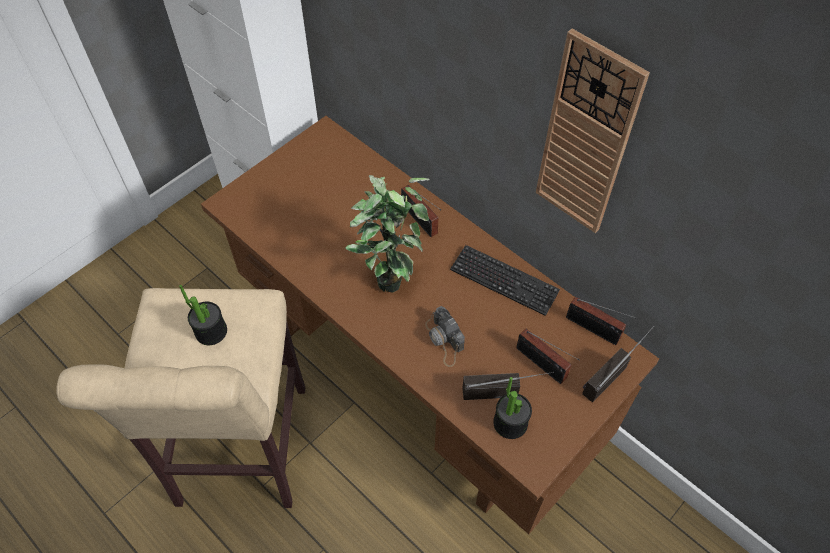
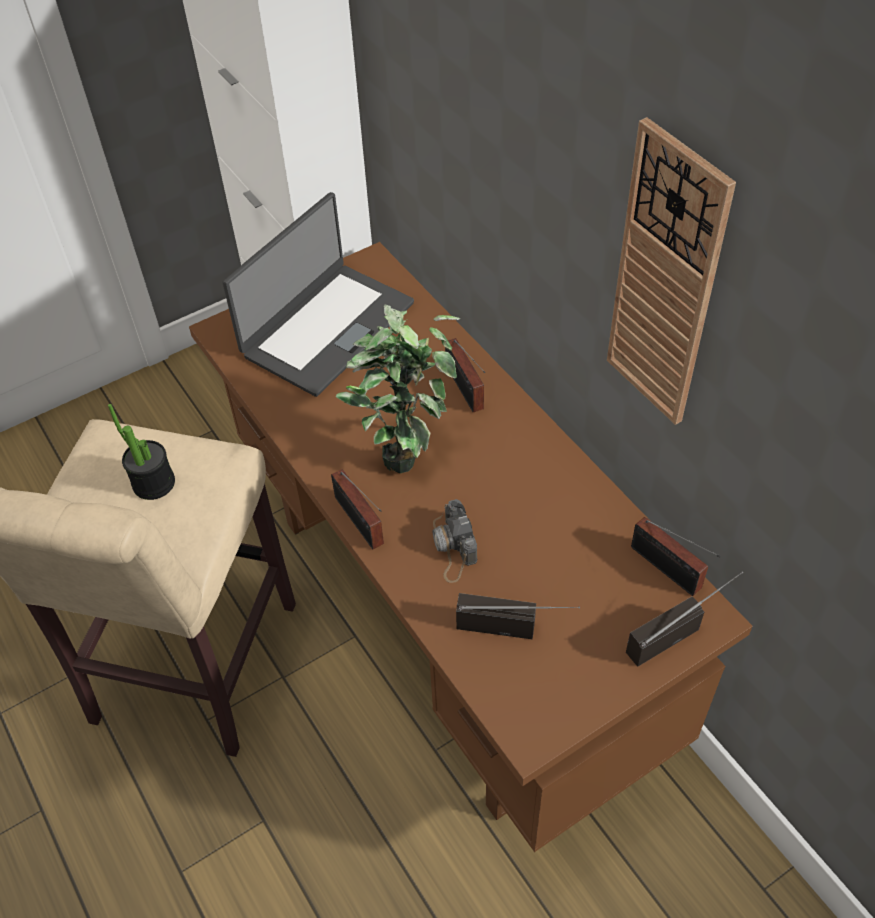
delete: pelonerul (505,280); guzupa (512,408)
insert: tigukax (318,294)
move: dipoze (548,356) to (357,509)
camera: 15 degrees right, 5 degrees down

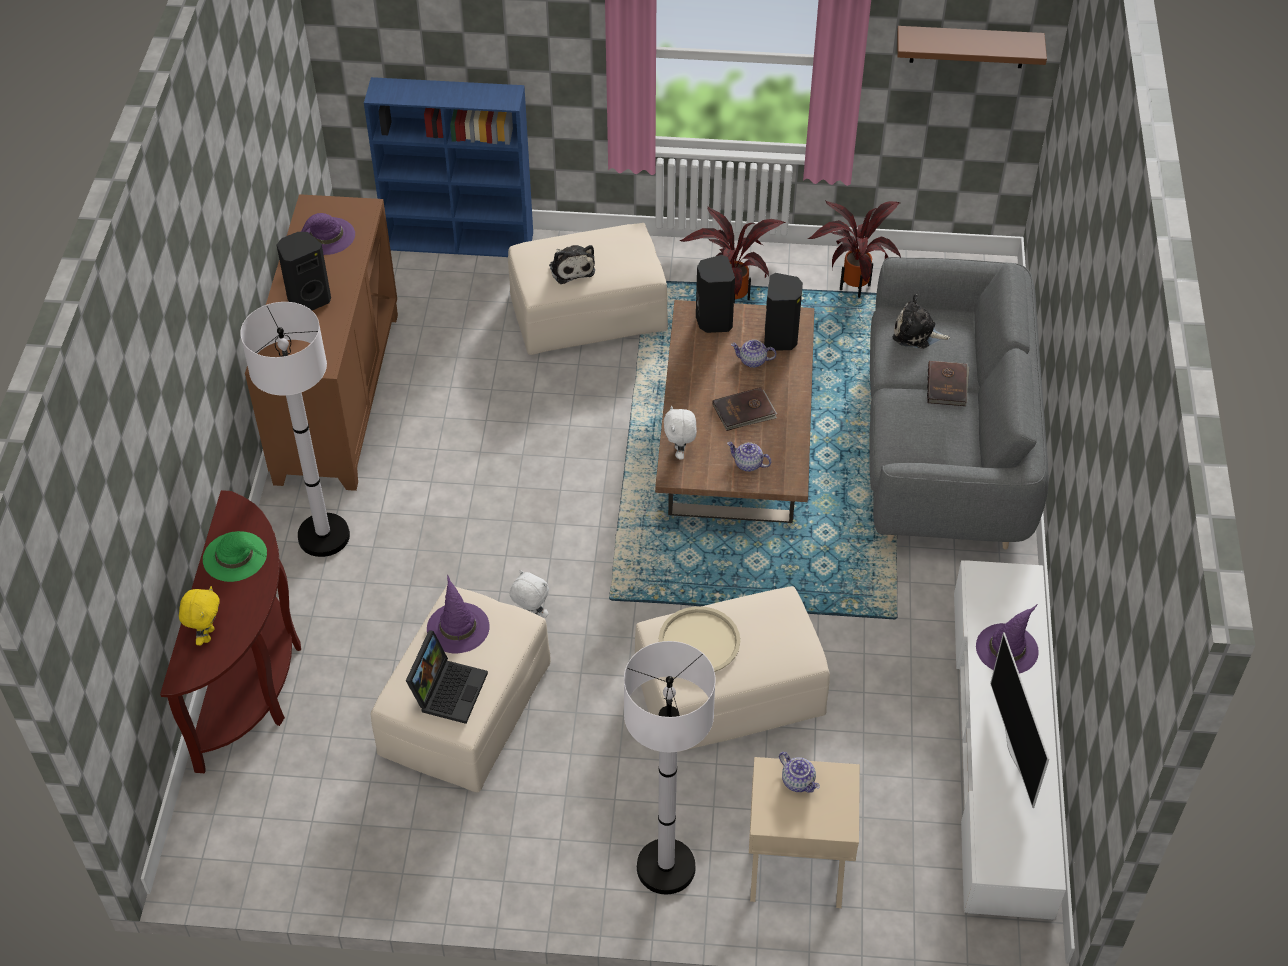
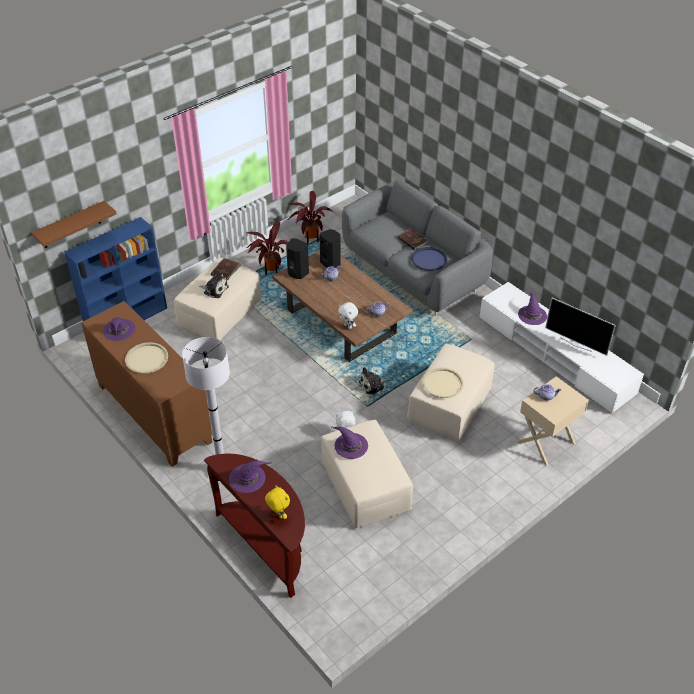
delete: tigukax (447,677); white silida (669,767)
insert: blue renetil (429,259)
move: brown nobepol (745,409) to (226,269); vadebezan (921,321) to (373,381); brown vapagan (972,47) to (74,224)
replace: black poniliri (304,271) to beige renetil (146,358)
recolor: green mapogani (235,556) to purple mapogani (250,477)
camera: 45 degrees left, 5 degrees down

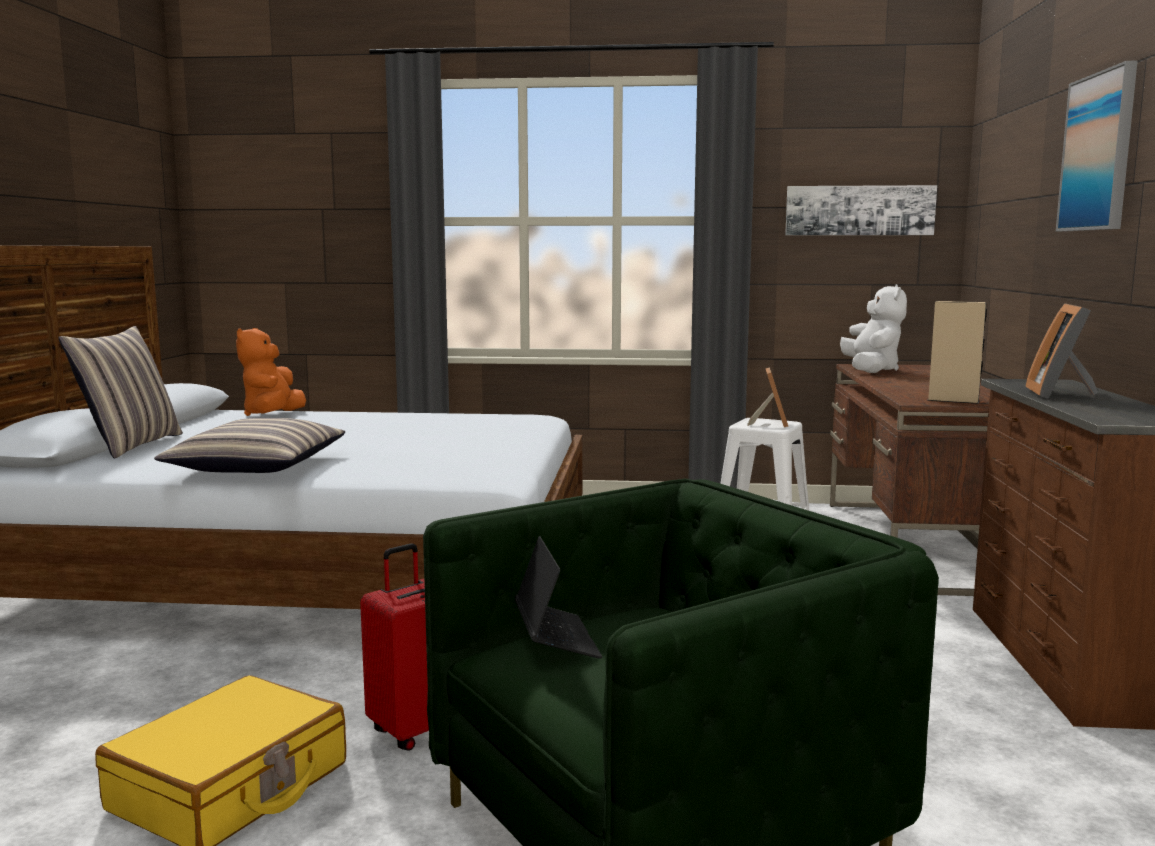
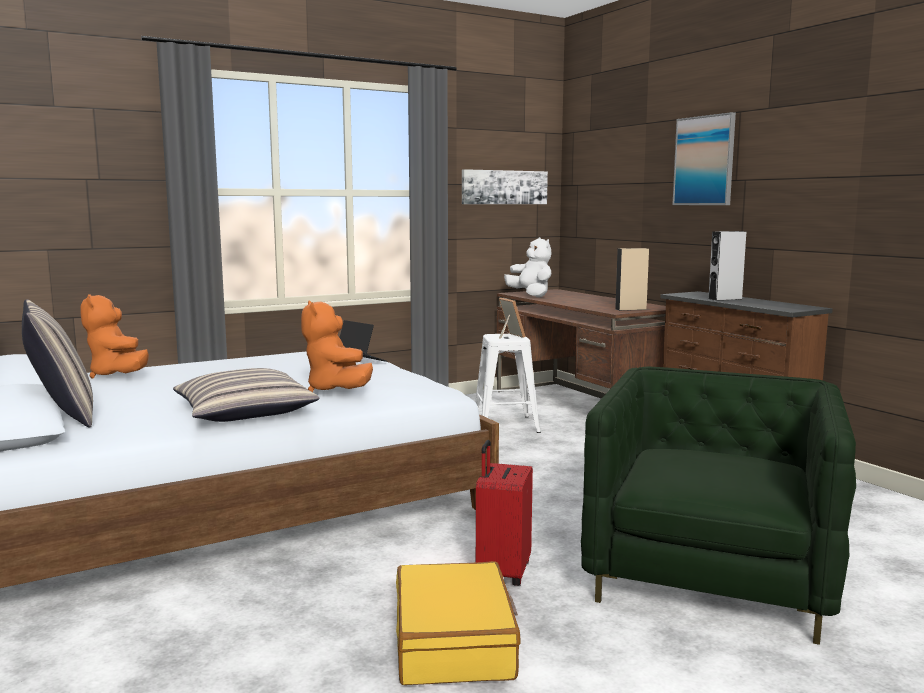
insert: orange vadebezan (337,346)
move: tigukax (558,597) to (363,341)
replace: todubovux (1061,351) to grey poniliri (727,266)
camera: 35 degrees left, 0 degrees up

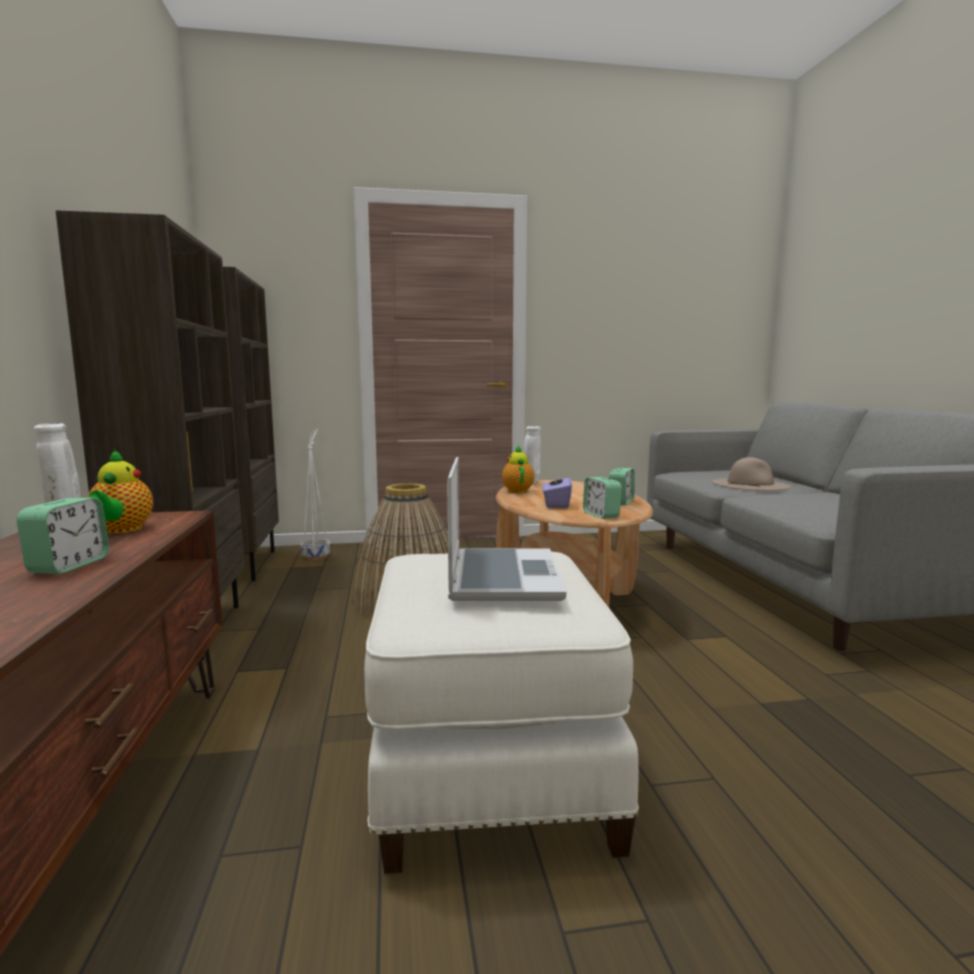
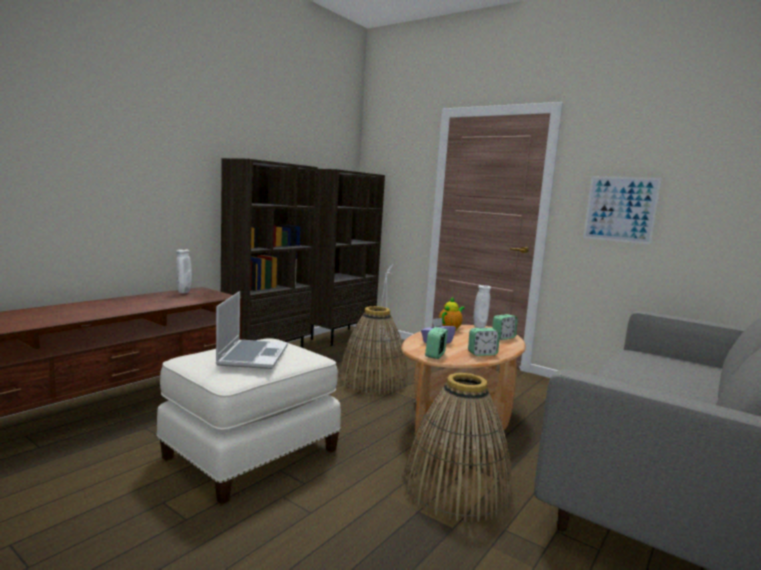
delete: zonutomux (120,491); beige mapogani (751,474)
insert: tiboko (457,448); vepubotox (622,210)
move: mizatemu (63,536) to (505,327)
rotate: tigukax (506,529) = (252,330) 45 degrees counterclockwise
camera: 45 degrees right, 0 degrees up

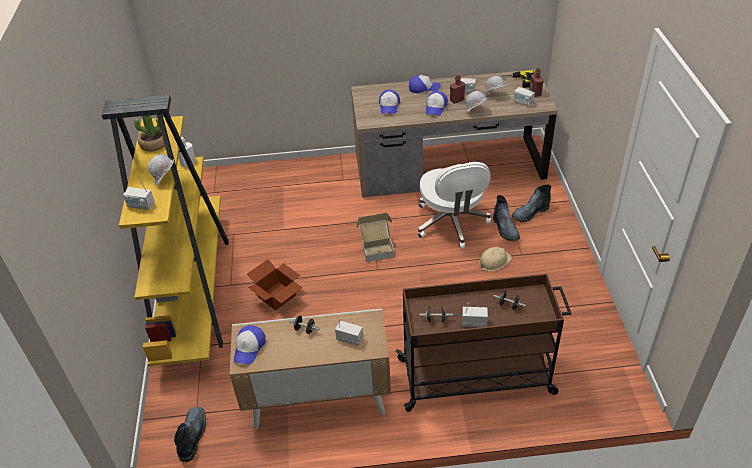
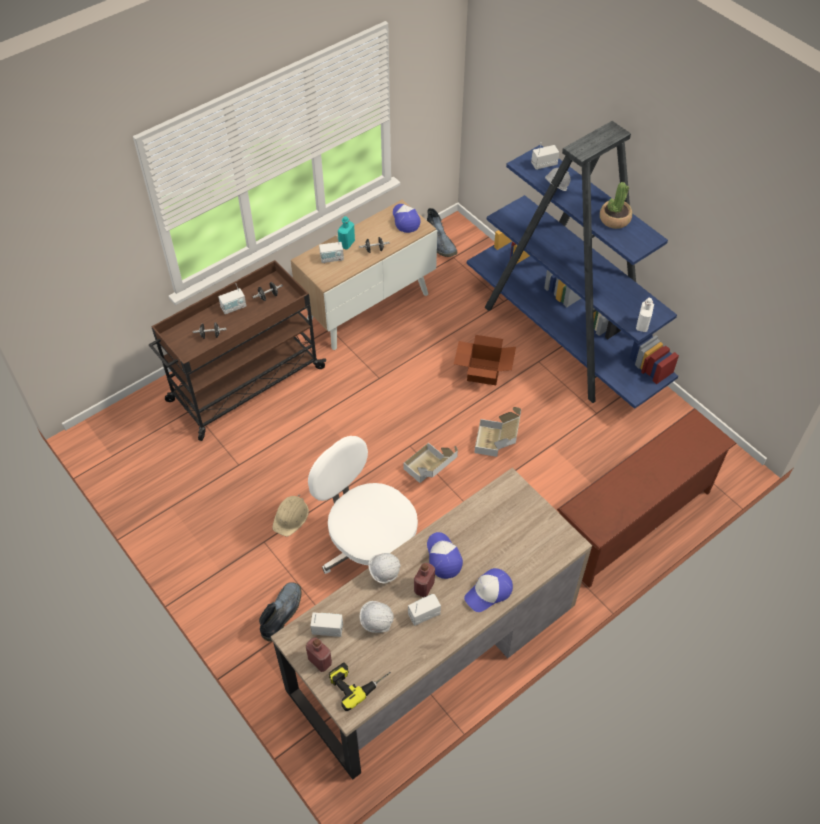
delete: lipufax (389,102); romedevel (506,218)
insert: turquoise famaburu (346,232); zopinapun (497,432); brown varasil (647,498)
recolor: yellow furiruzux (165,230) to blue furiruzux (573,265)
camera: 145 degrees right, 10 degrees up

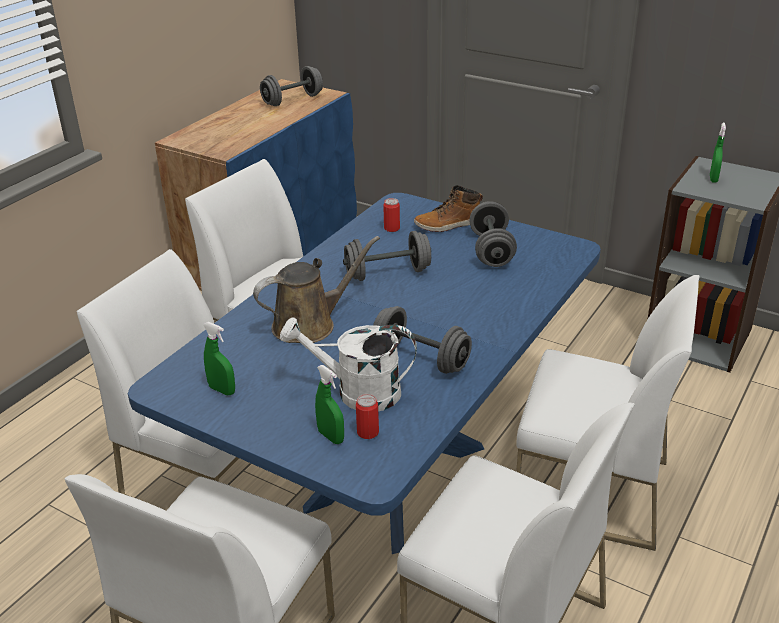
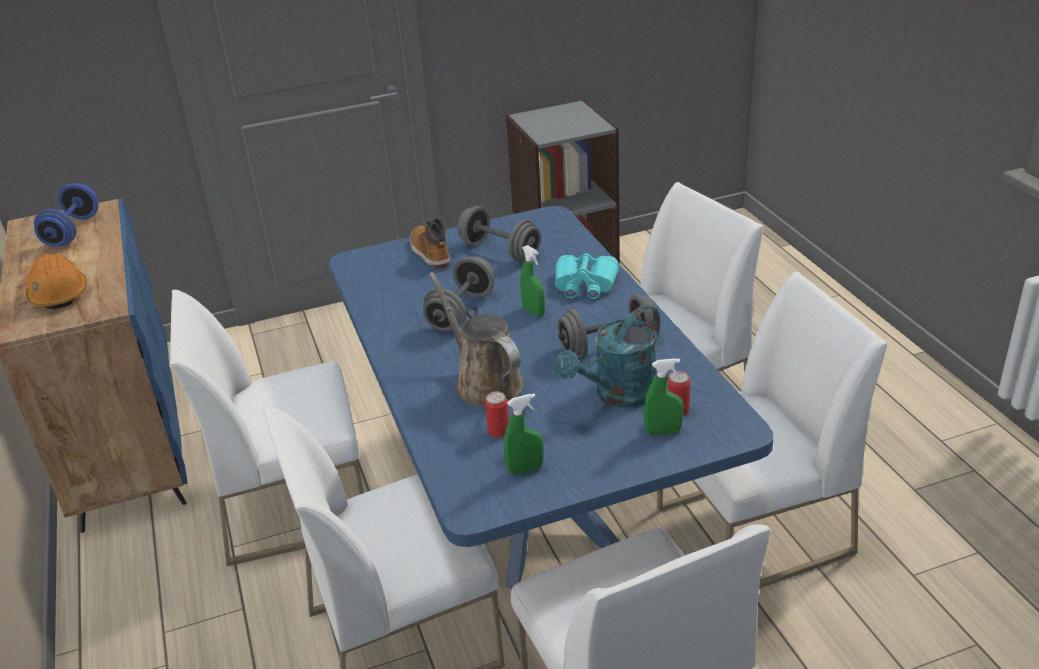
insert: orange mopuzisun (56,281); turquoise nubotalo (587,276)
move: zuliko (391,215) to (497,414); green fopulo (718,153) to (532,281)
recolor: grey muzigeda (291,86) to blue muzigeda (66,215); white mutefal (348,364) to turquoise mutefal (607,356)
rotate: brown mutefal (316,289) = (476,339) 45 degrees counterclockwise; romedevel (448,208) = (430,243) 135 degrees clockwise
camera: 50 degrees left, 0 degrees up

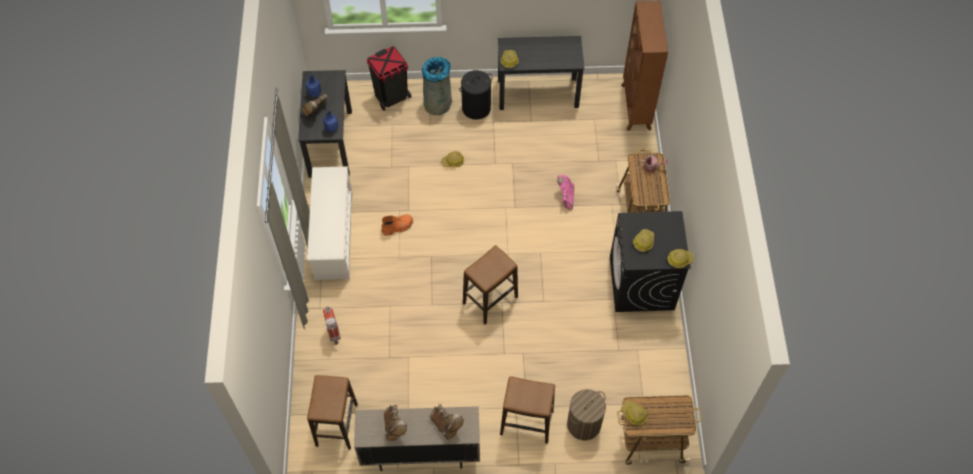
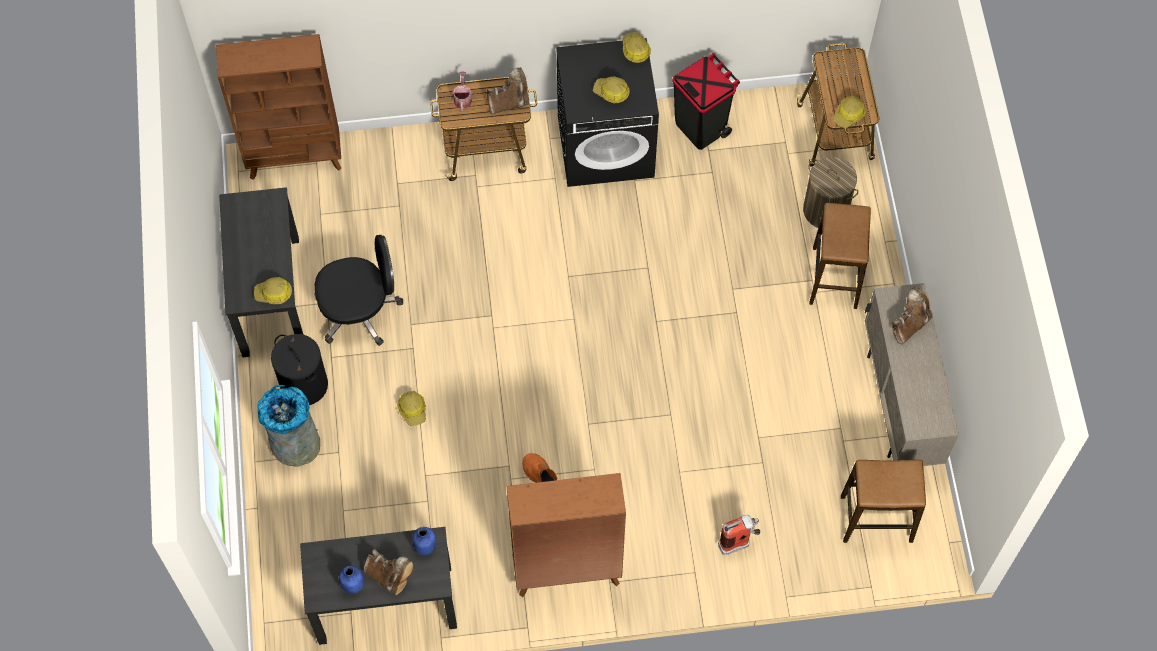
delete: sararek (490,285); pink romedevel (565,192)
insert: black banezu (358,290)
move: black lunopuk (389,78) to (706,101); brown romedevel (395,423) to (508,91)
replace: white varasil (330,223) to brown furiruzux (566,535)
camera: 95 degrees left, 5 degrees up

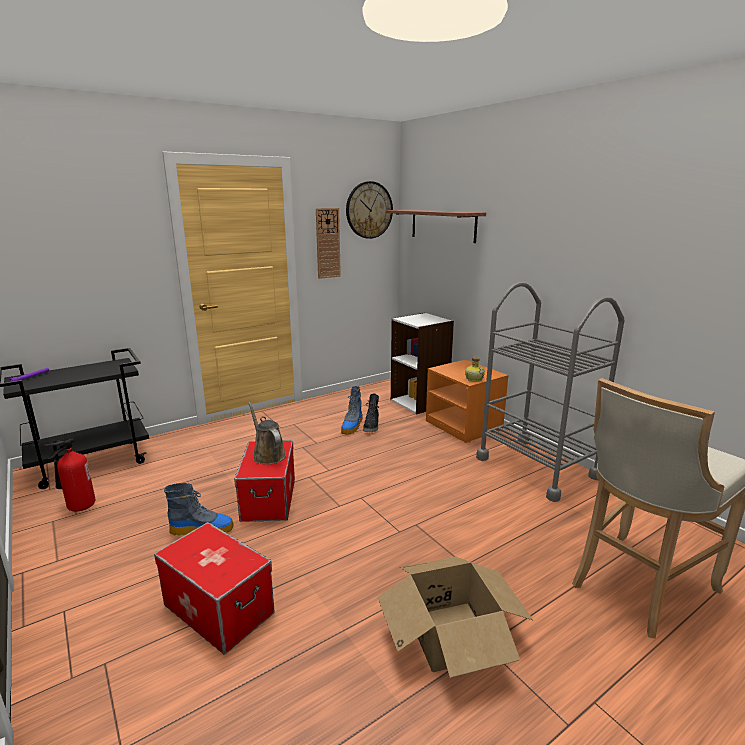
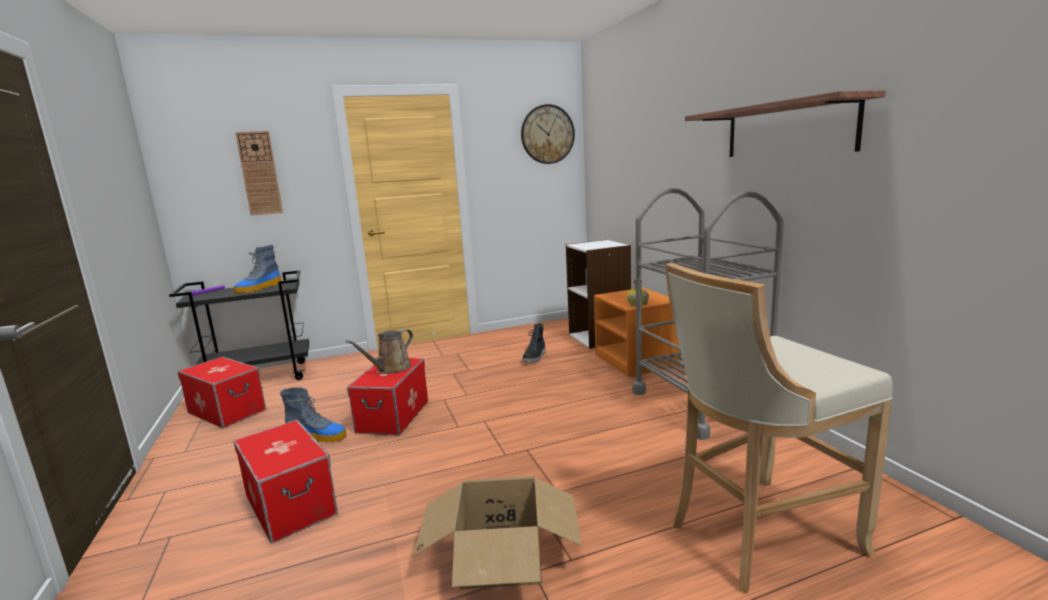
move: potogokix (328,243) to (259,173); romedevel (352,410) to (258,269); vapagan (436,226) to (785,123)
replace: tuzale (70,475) to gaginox (221,392)
rotate: brown mutefal (267,433) = (379,351) 120 degrees counterclockwise
camera: 15 degrees right, 5 degrees down

